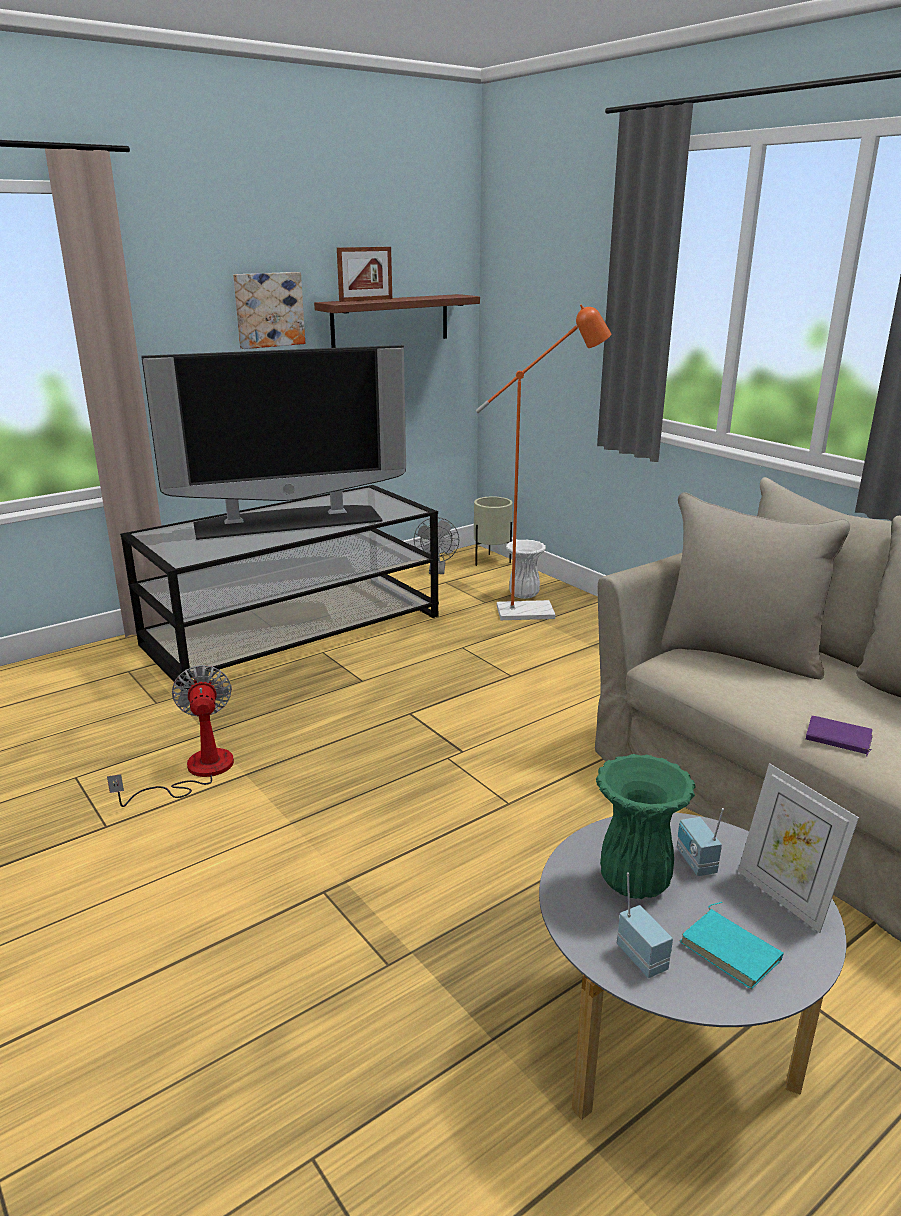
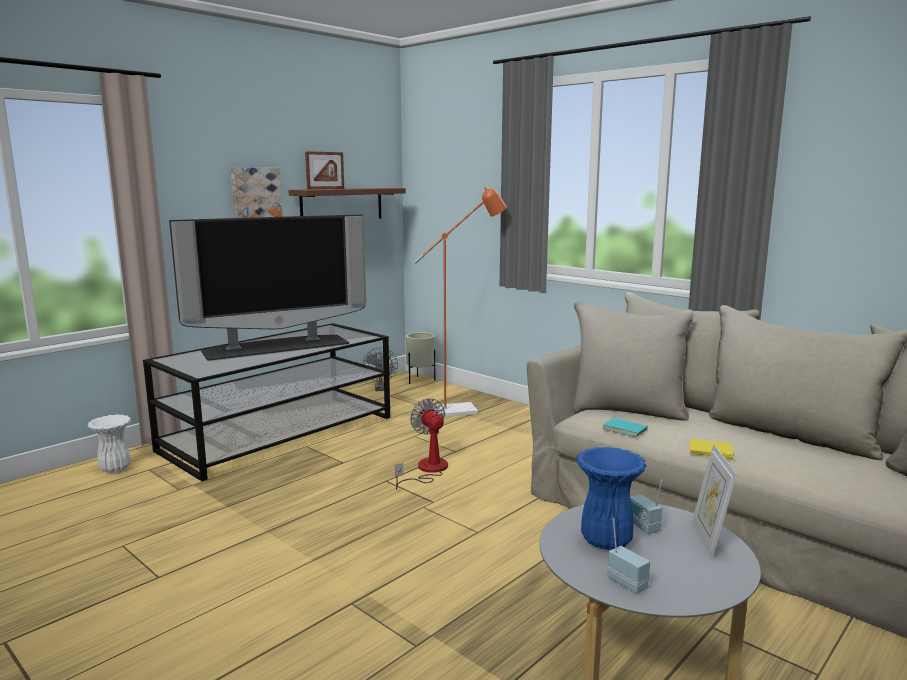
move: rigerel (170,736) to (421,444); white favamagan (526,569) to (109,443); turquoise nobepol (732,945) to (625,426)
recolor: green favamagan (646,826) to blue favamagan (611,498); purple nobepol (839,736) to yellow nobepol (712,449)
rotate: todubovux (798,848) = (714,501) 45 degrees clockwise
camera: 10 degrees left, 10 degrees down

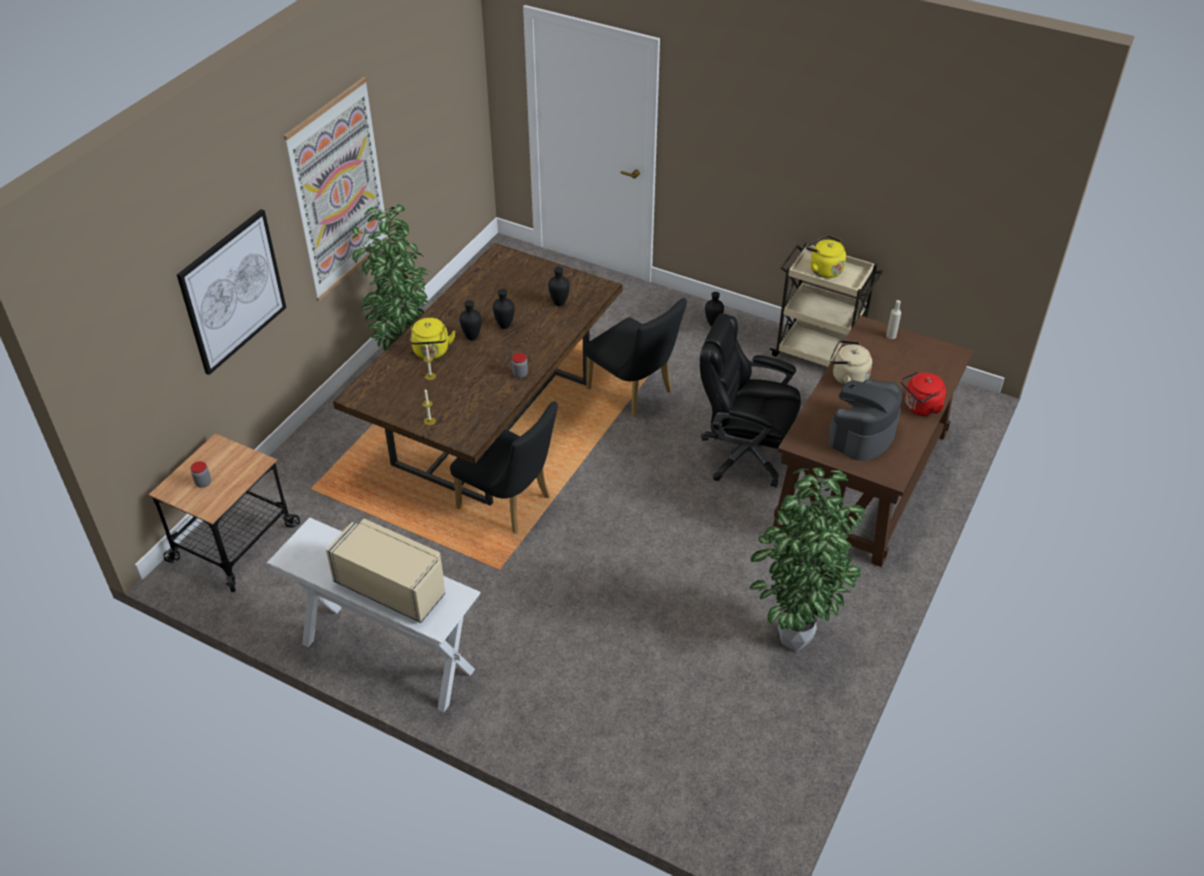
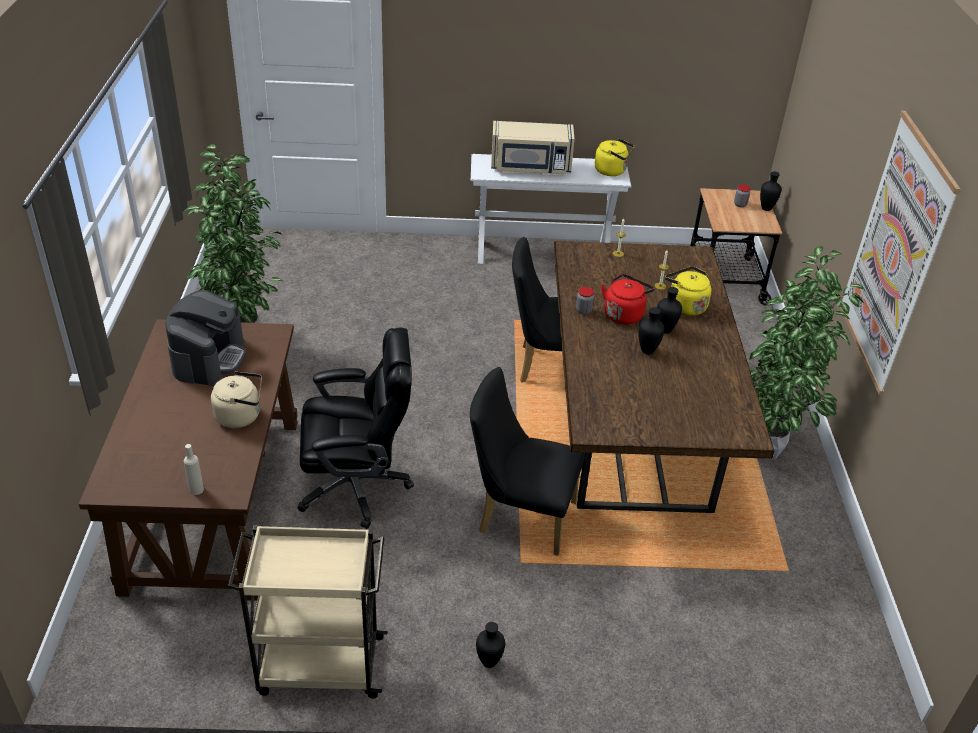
delete: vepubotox (231,292)
move: black favamagan (559,286) to (771,191); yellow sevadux (826,256) to (615,157); red sevadux (923,393) to (627,299)
camera: 150 degrees right, 5 degrees down

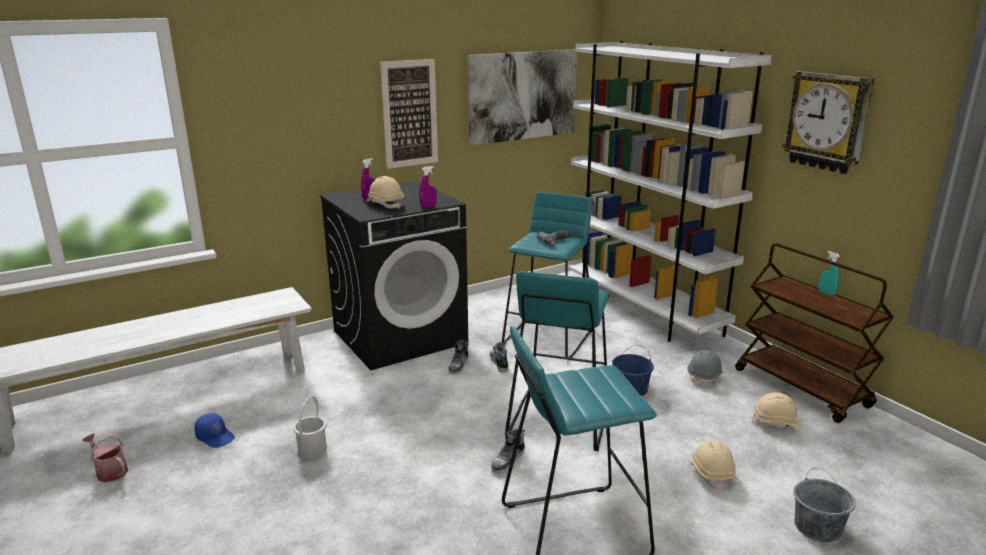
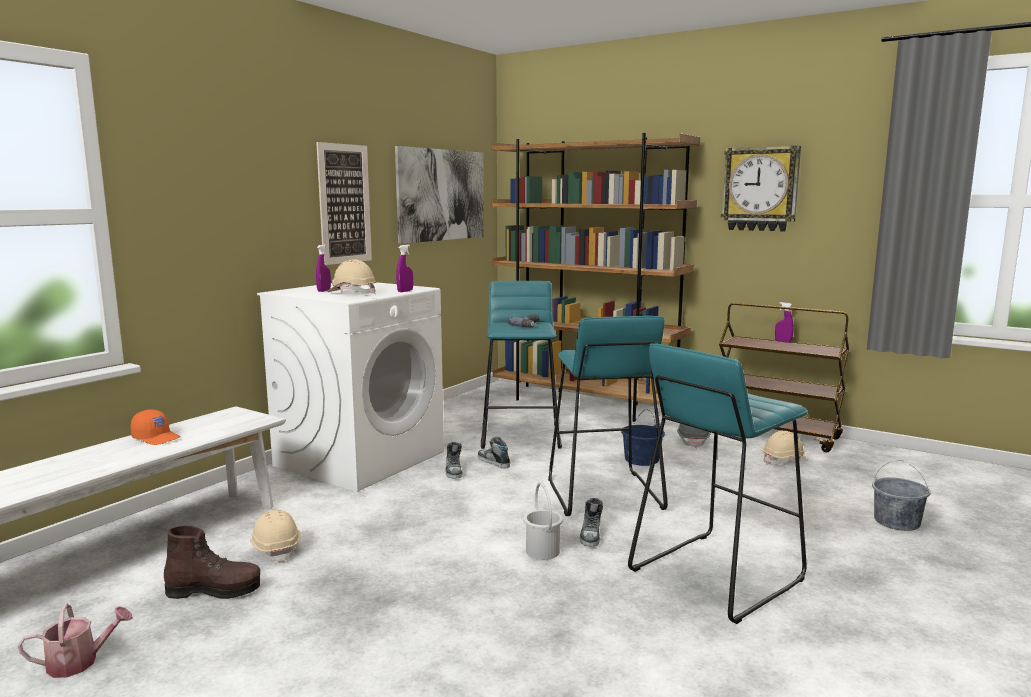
insert: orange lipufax (155,427)
move: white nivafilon (310,427) to (543,521); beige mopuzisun (713,465) to (275,536)
replace: blue lipufax (215,430) to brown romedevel (212,562)
recolor: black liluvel (394,275) to white liluvel (350,387); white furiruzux (670,191) to brown furiruzux (595,277); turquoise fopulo (829,273) to purple fopulo (784,322)
rotate: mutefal (105,457) = (75,640) 150 degrees clockwise
camera: 25 degrees left, 10 degrees down

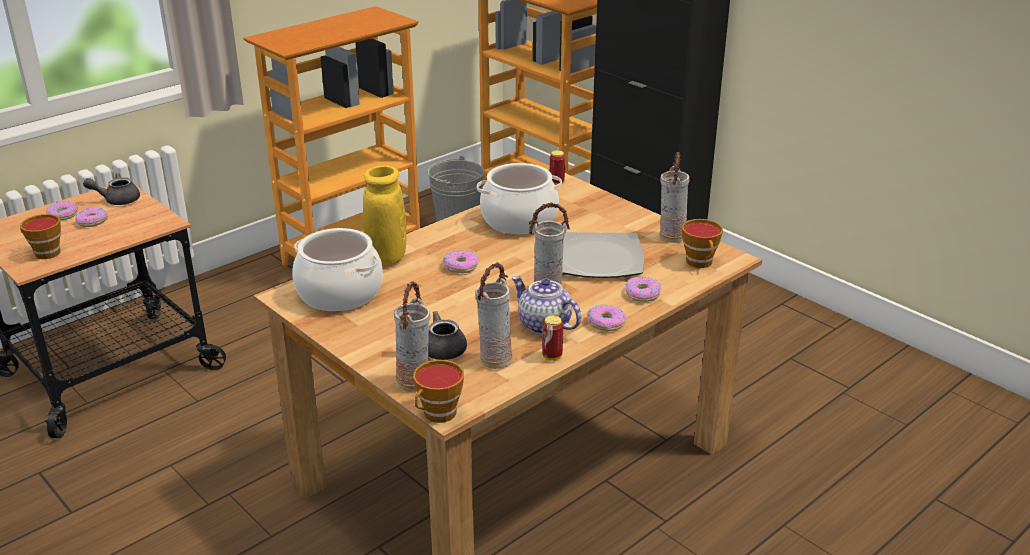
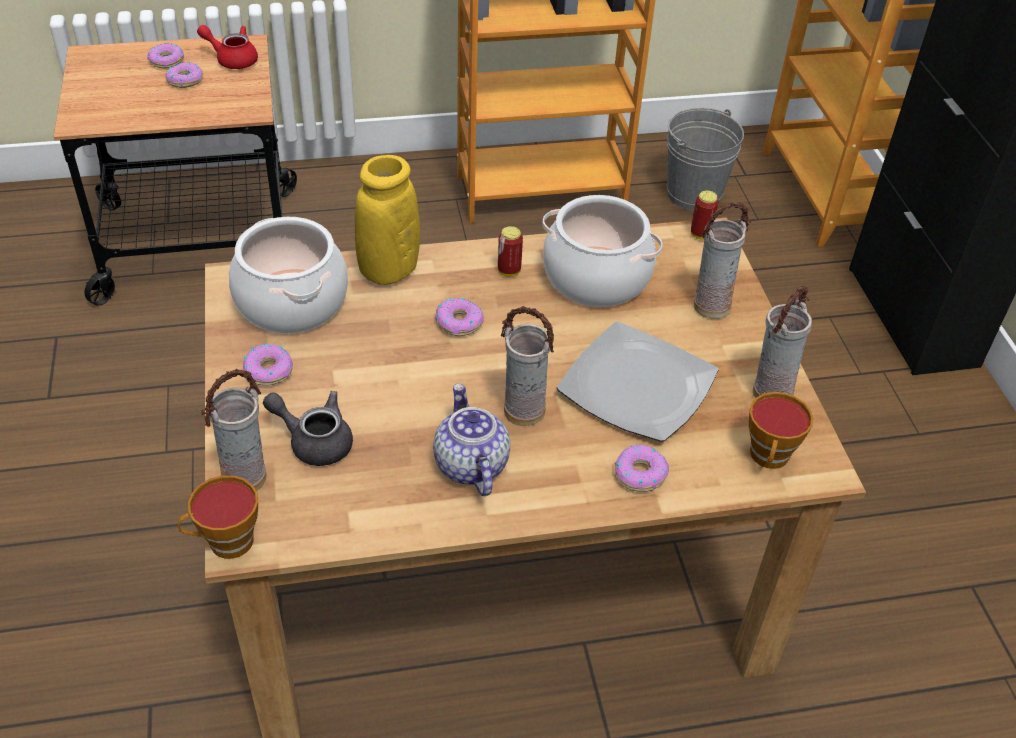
delete: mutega (40,236)
move: favamagan (494,315) to (722,260); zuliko (552,338) to (510,251); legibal (607,317) to (268,365)
recolor: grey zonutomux (111,189) to red zonutomux (227,47)
camera: 30 degrees right, 15 degrees up

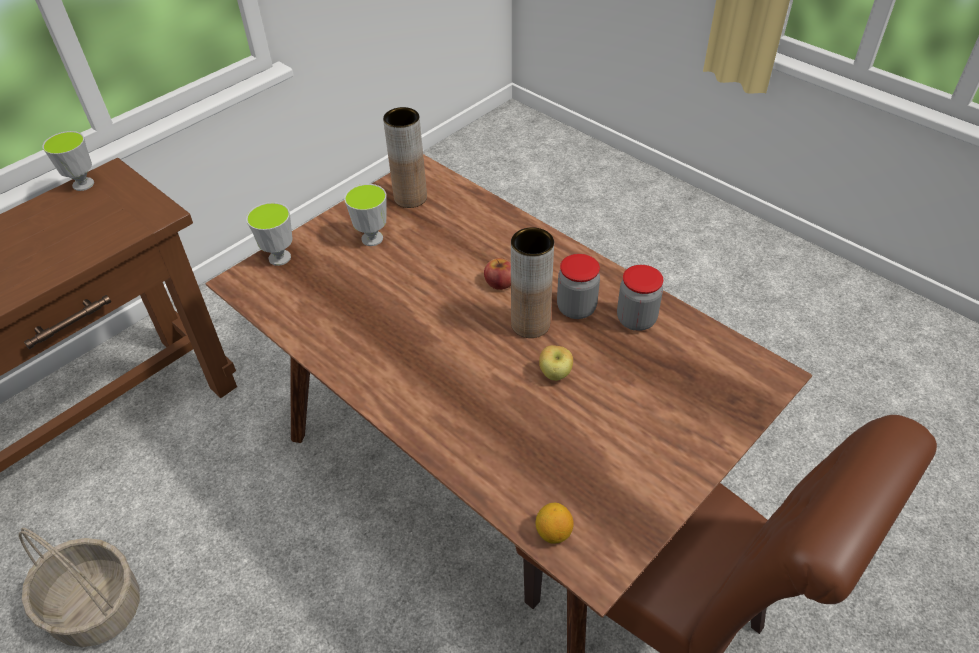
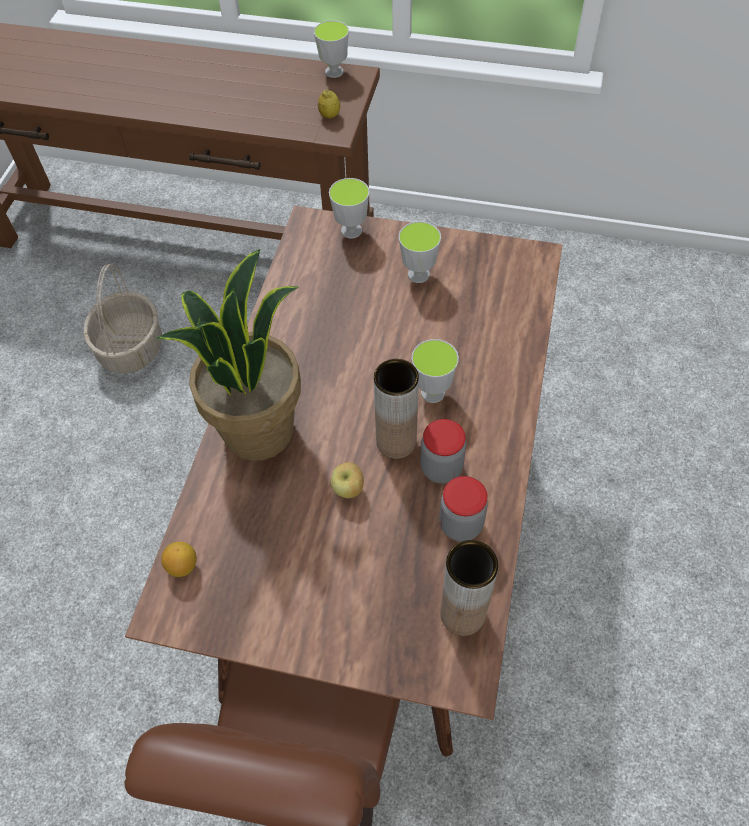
insert: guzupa (228,355); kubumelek (329,104)
move: brown favamagan (405,157) to (469,588)
replace: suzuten (497,274) to mutega (435,371)
camera: 60 degrees right, 10 degrees up

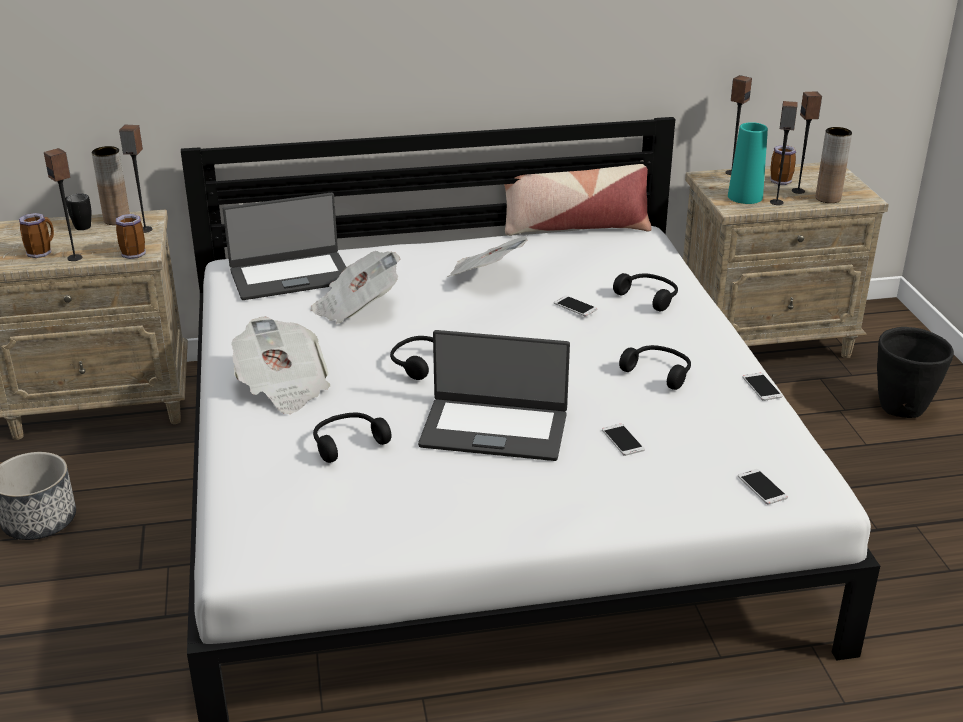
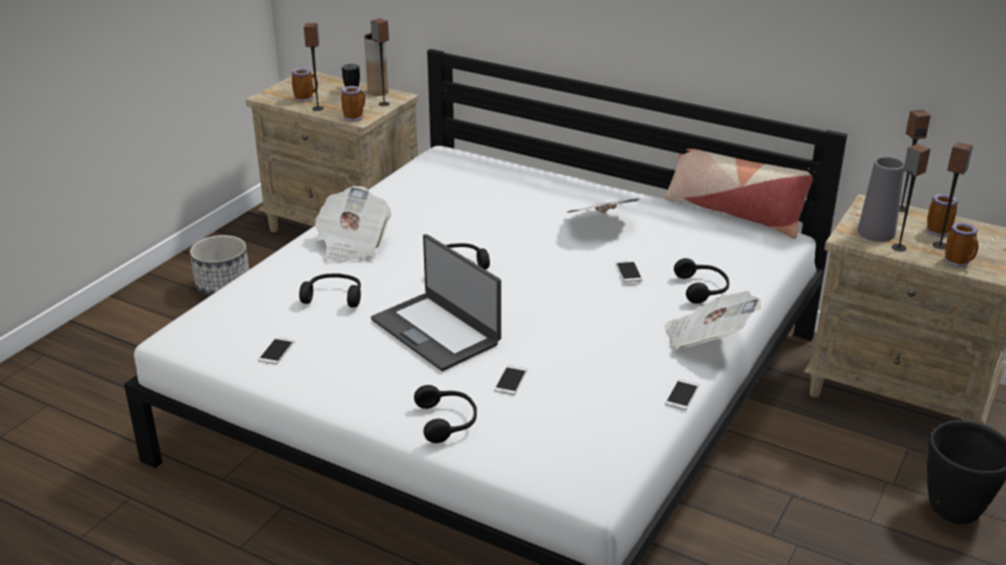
delete: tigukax (284,246)
move: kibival (355,287) to (713,320); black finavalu (655,367) to (445,414); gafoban (763,487) to (276,351)
replace: brown favamagan (833,165) to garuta (961,244)
recolor: turquoise favamagan (748,163) to grey favamagan (881,199)
camera: 40 degrees right, 0 degrees up

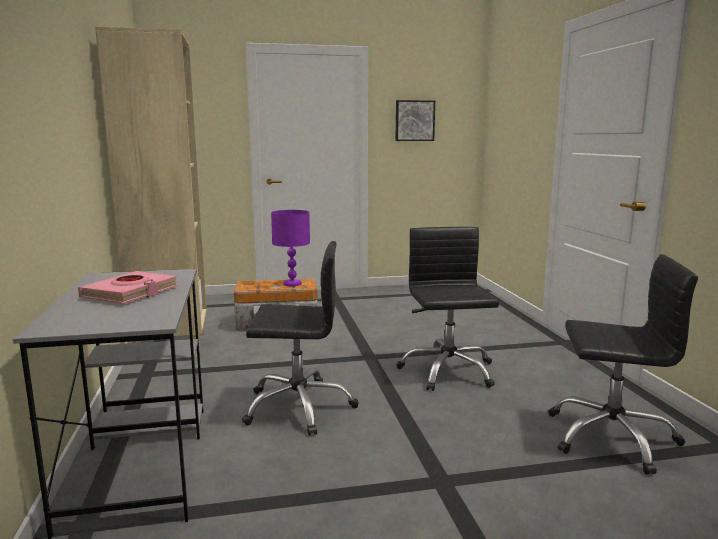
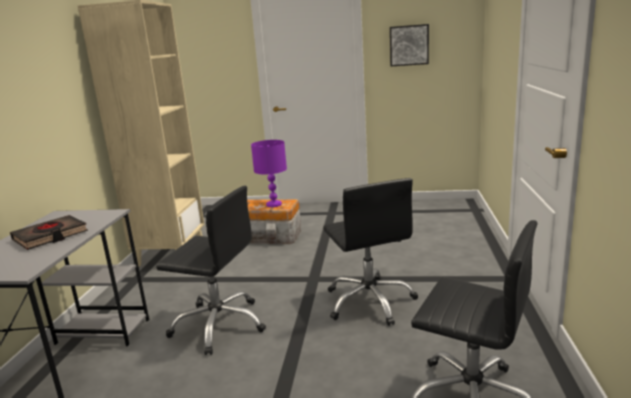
recolor: pink nobepol (128,287) to black nobepol (49,232)
rotate: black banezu (447,309) = (370,252) 150 degrees clockwise
camera: 20 degrees right, 5 degrees up

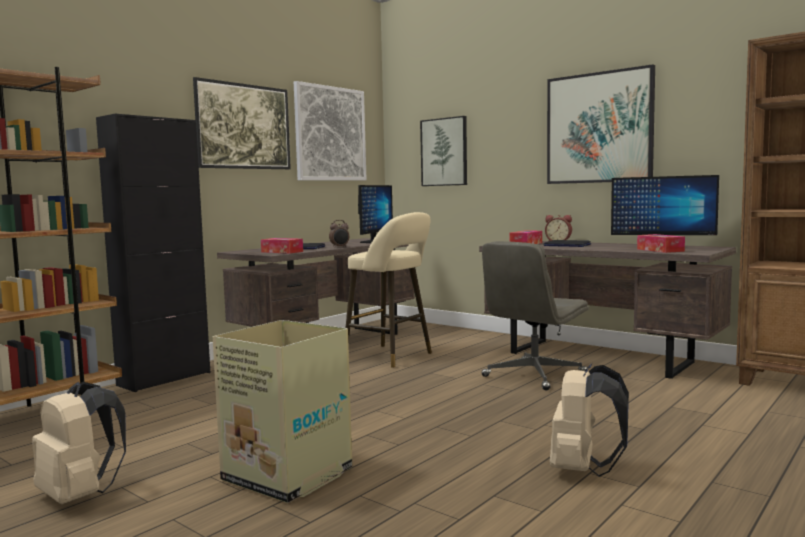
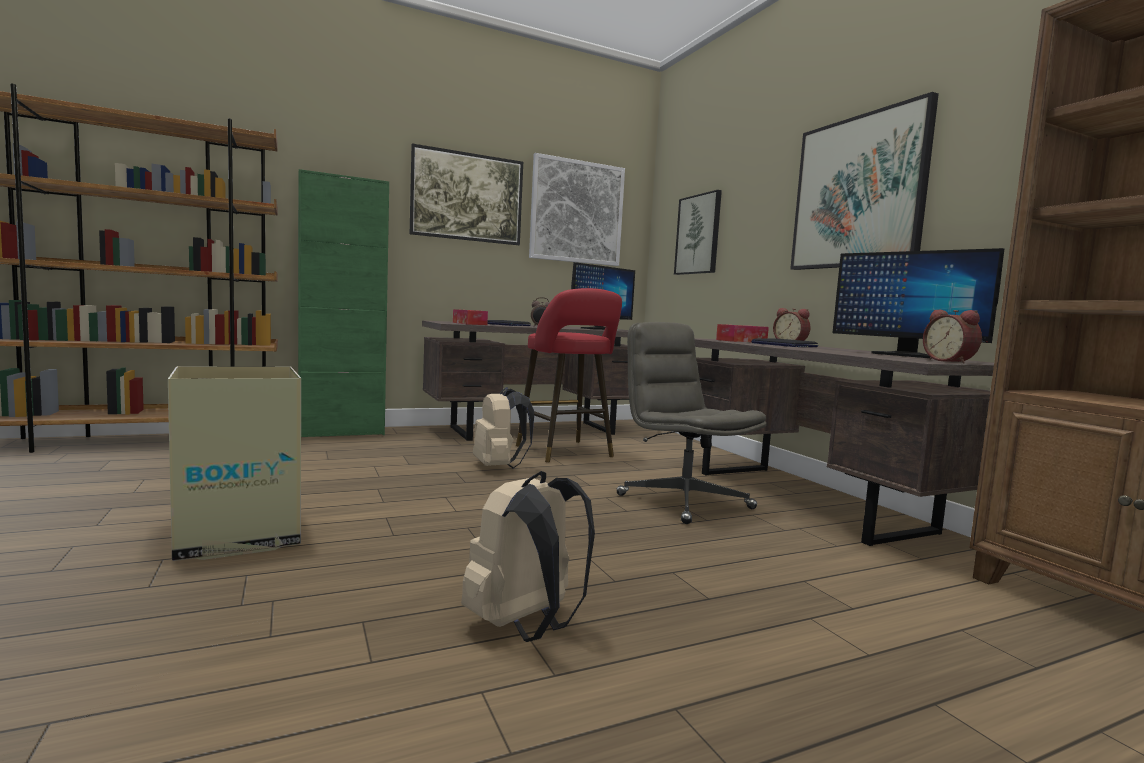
delete: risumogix (661,243)
insert: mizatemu (952,336)
move: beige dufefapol (79,443) to (503,427)
recolor: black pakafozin (153,253) to green pakafozin (343,303); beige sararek (389,290) to red sararek (569,375)
rotate: grey banezu (535,315) = (691,423) 75 degrees clockwise
camera: 25 degrees right, 0 degrees up

